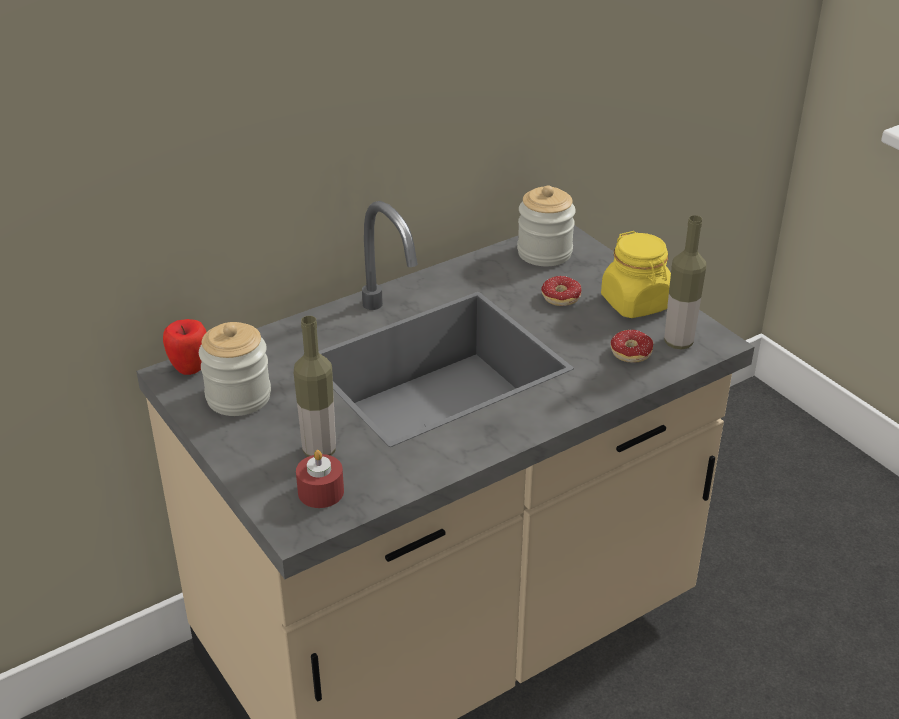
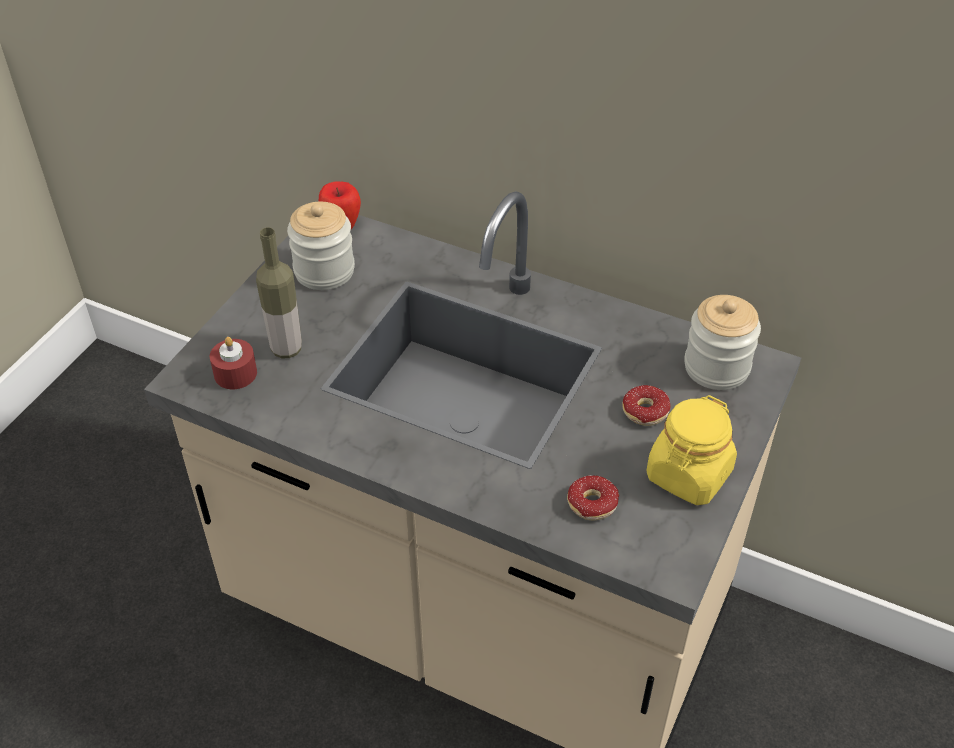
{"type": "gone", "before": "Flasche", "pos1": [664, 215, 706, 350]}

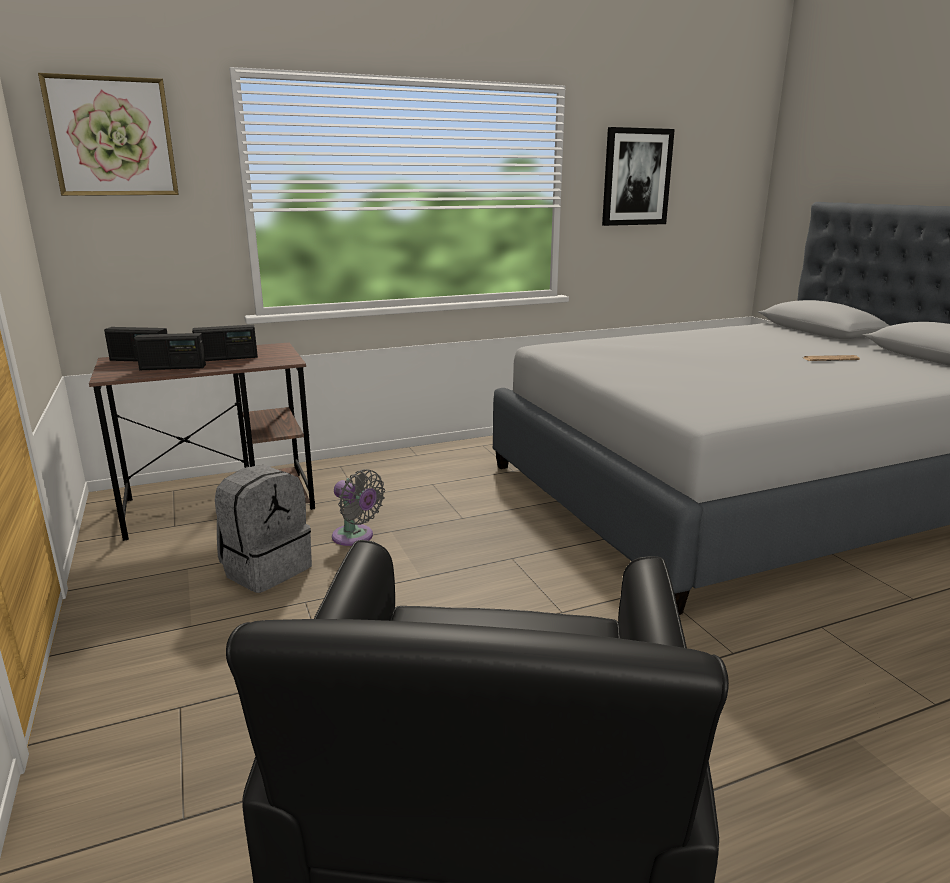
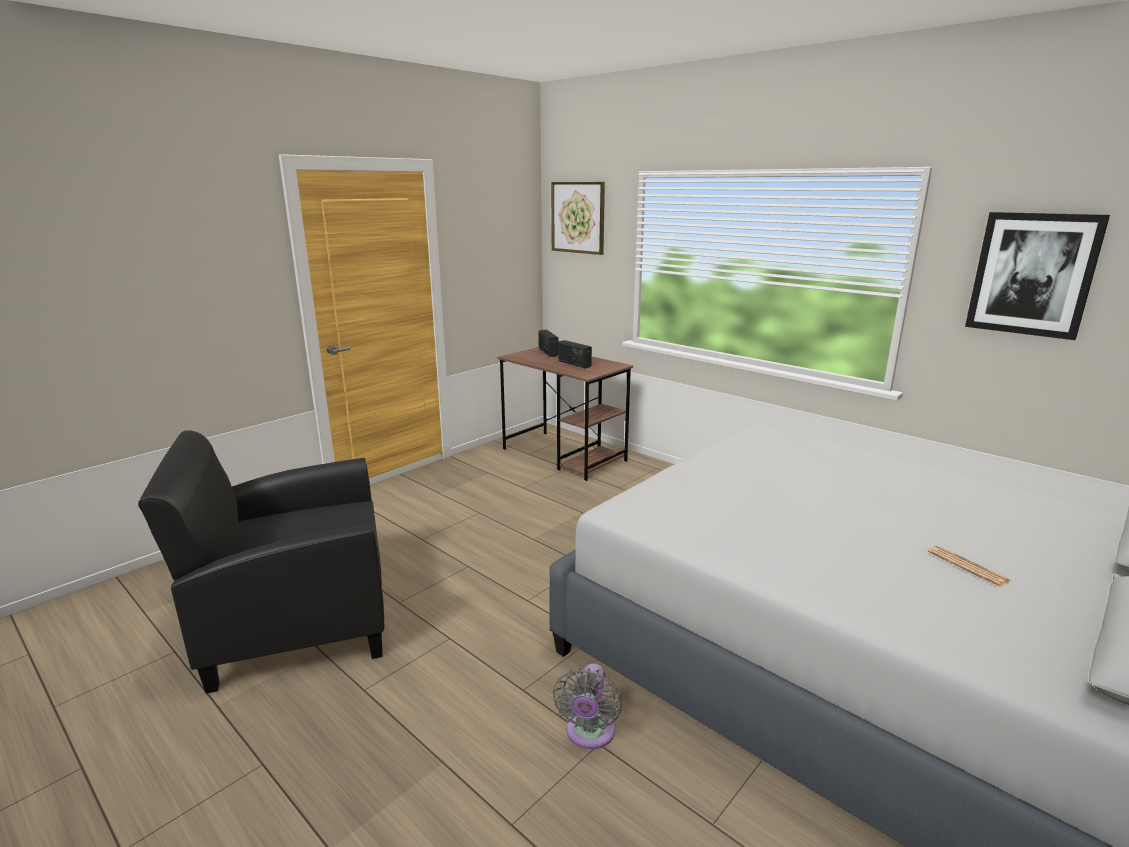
{"type": "gone", "before": "Radio", "pos1": [134, 333, 206, 370]}
{"type": "gone", "before": "Rucksack/grau", "pos1": [215, 465, 312, 593]}
{"type": "shifted", "before": "Ventilator/grau", "pos1": [332, 469, 385, 546], "pos2": [553, 663, 622, 749]}

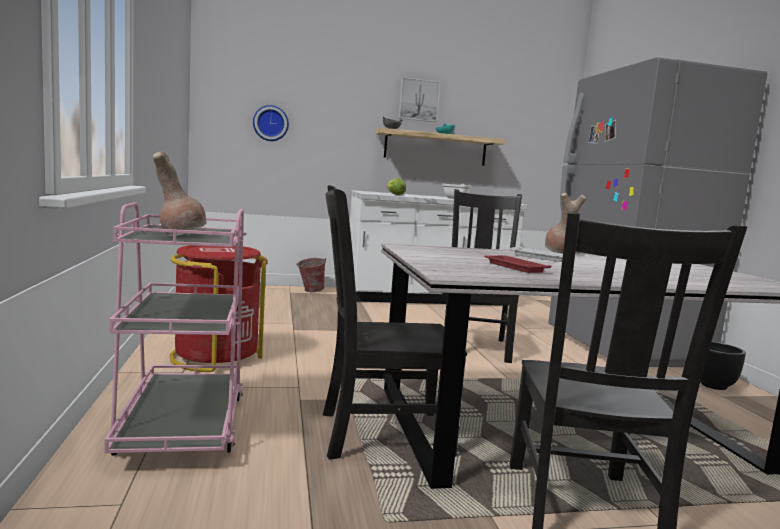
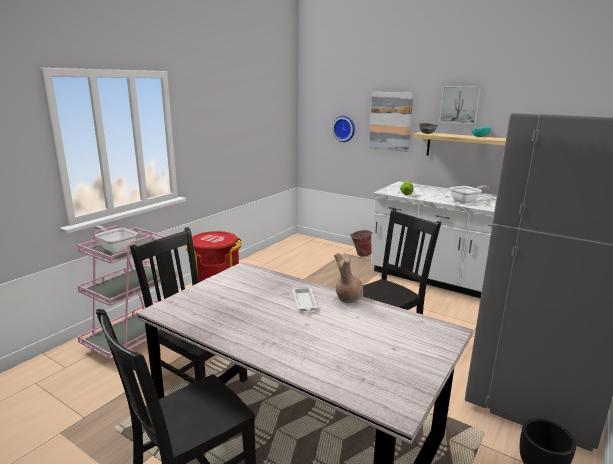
{"type": "swapped", "before": "Vase/braun", "after": "Pfanne", "pos1": [153, 151, 207, 236], "pos2": [94, 226, 137, 253]}
{"type": "gone", "before": "Tablett/rot", "pos1": [484, 255, 552, 273]}
{"type": "new", "after": "Bild", "pos2": [369, 92, 413, 152]}

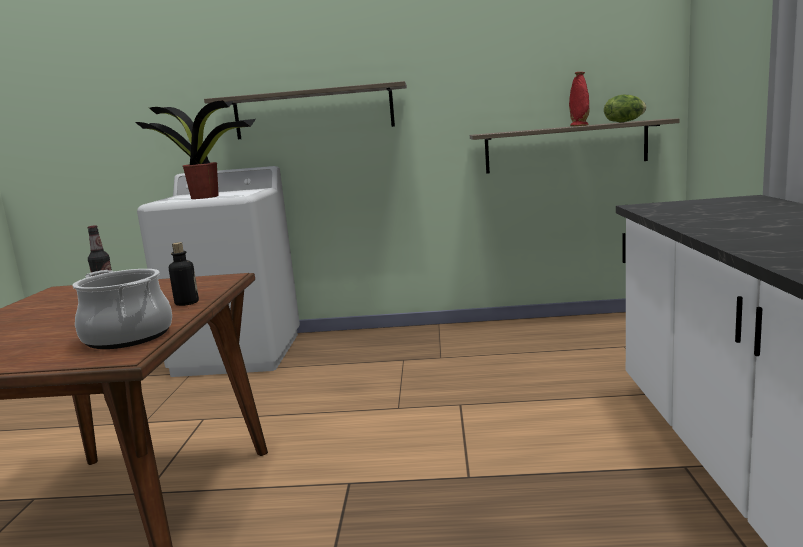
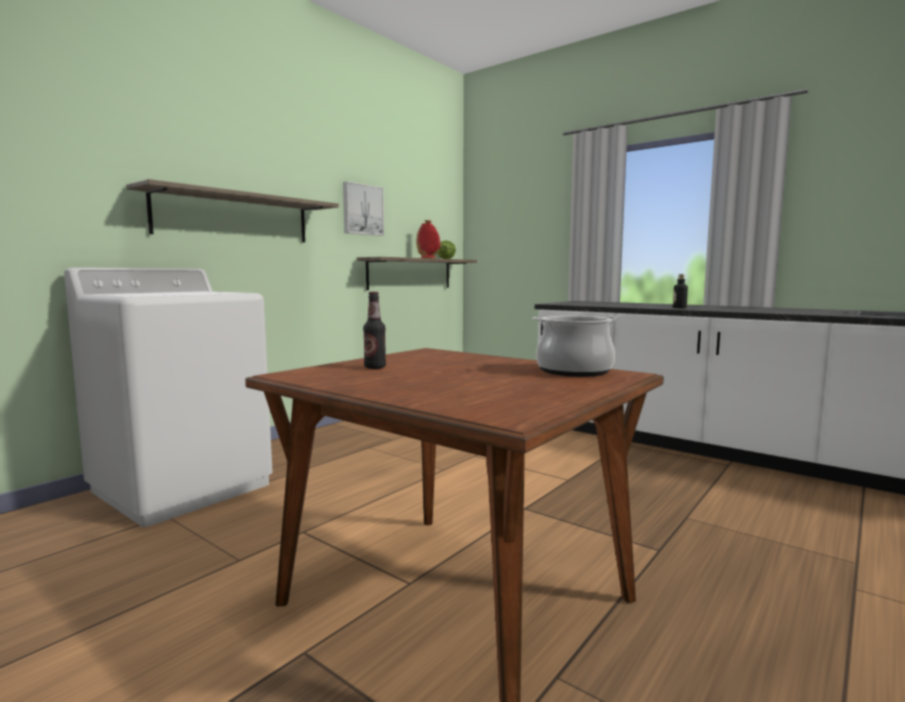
{"type": "gone", "before": "Topfpflanze", "pos1": [135, 100, 256, 199]}
{"type": "shifted", "before": "Flasche", "pos1": [169, 242, 199, 306], "pos2": [673, 274, 688, 308]}
{"type": "new", "after": "Bild", "pos2": [343, 181, 384, 236]}

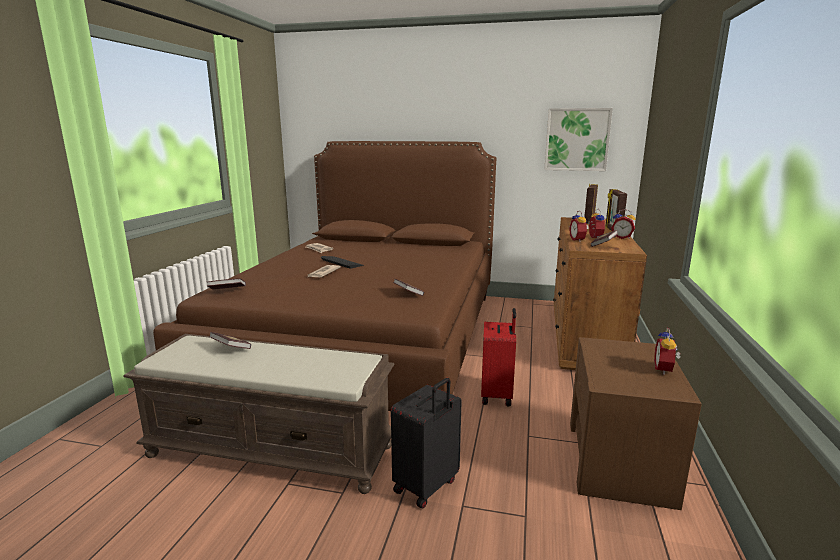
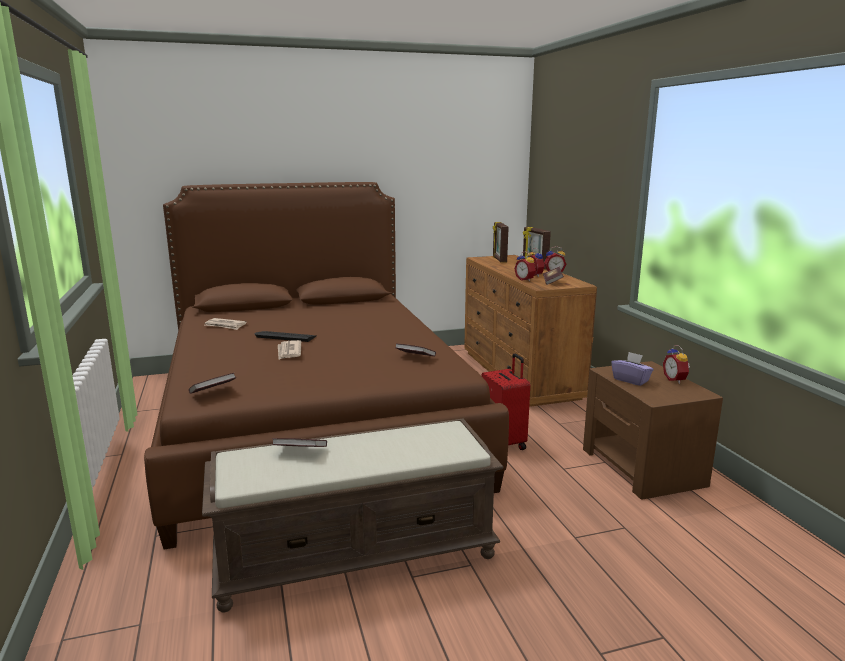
{"type": "gone", "before": "Bild", "pos1": [544, 108, 613, 171]}
{"type": "gone", "before": "Koffer/schwarz", "pos1": [391, 378, 462, 509]}
{"type": "new", "after": "Taschentuchbox/lila", "pos2": [611, 352, 654, 386]}

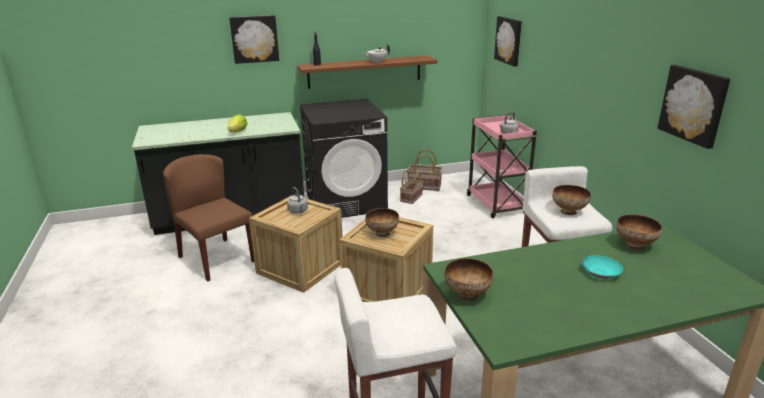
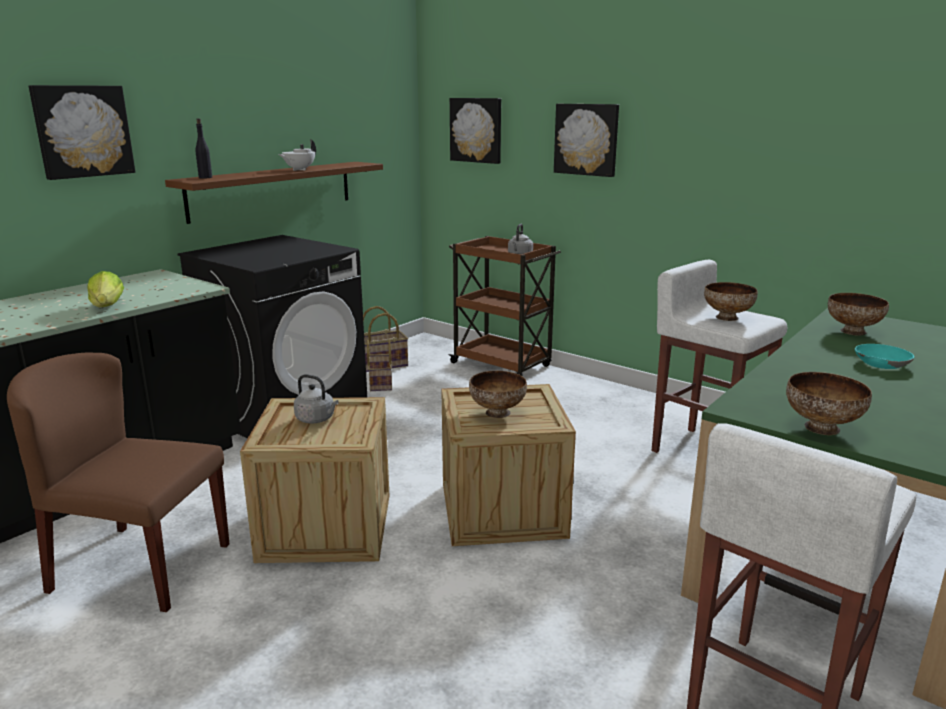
{"type": "shifted", "before": "Bild", "pos1": [657, 65, 730, 149], "pos2": [554, 104, 619, 177]}
{"type": "repainted", "before": "Rollwagen/rosa", "after": "Rollwagen/braun", "pos1": [466, 115, 537, 218], "pos2": [448, 236, 561, 376]}

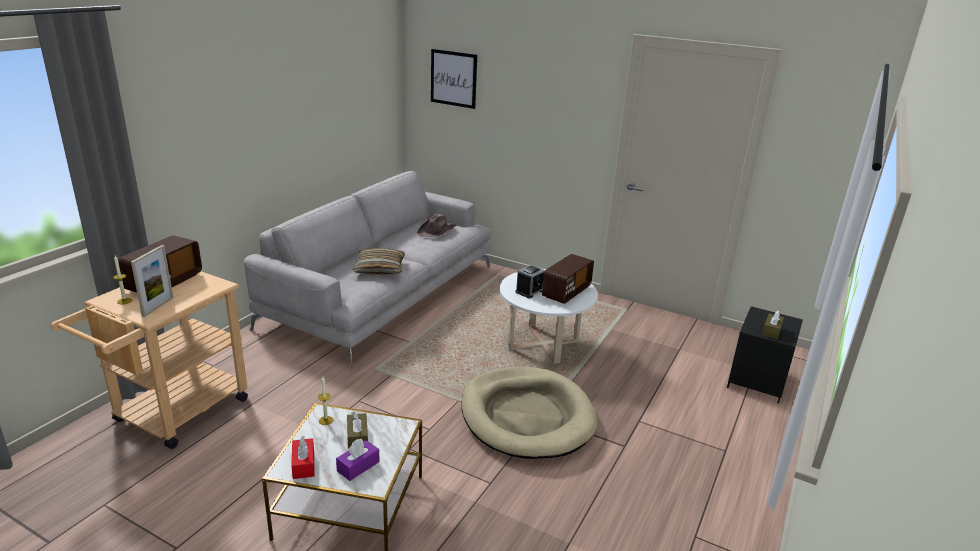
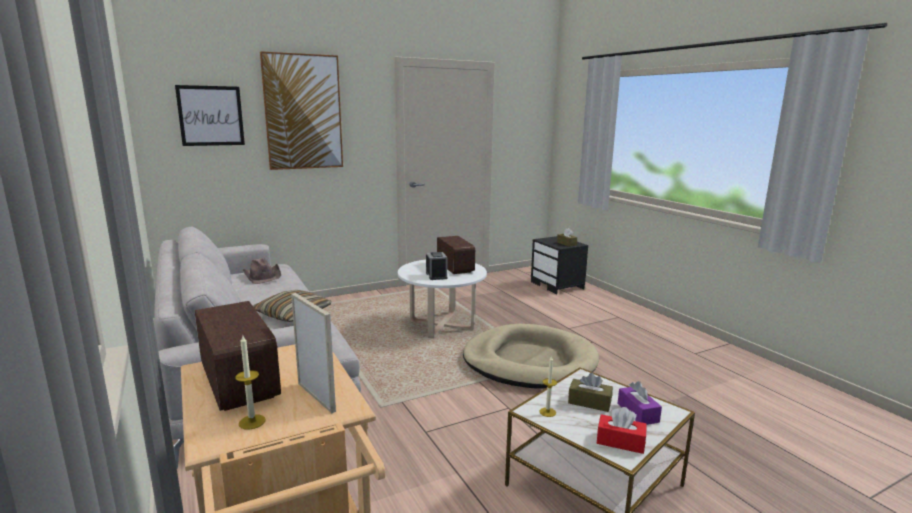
{"type": "new", "after": "Bild", "pos2": [260, 51, 343, 170]}

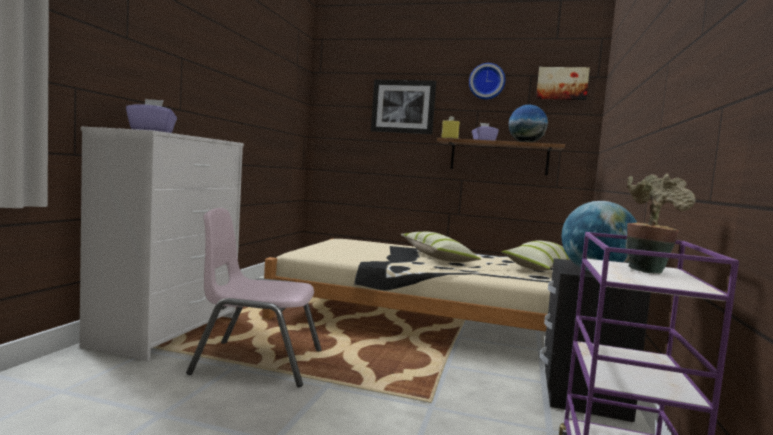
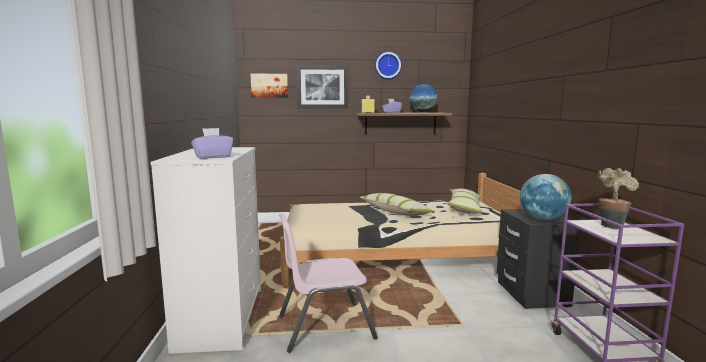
{"type": "shifted", "before": "Bild", "pos1": [536, 67, 590, 100], "pos2": [251, 74, 288, 98]}

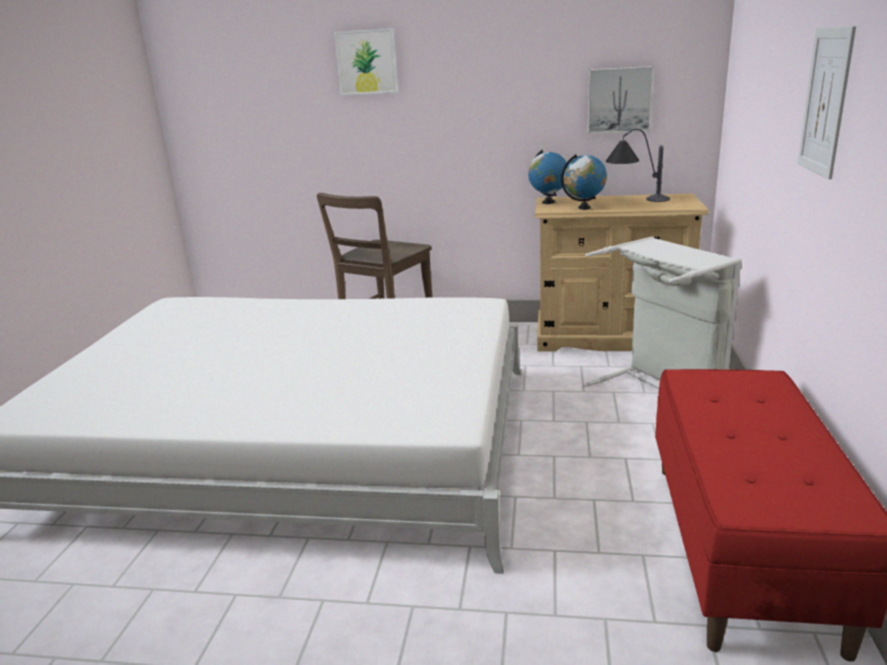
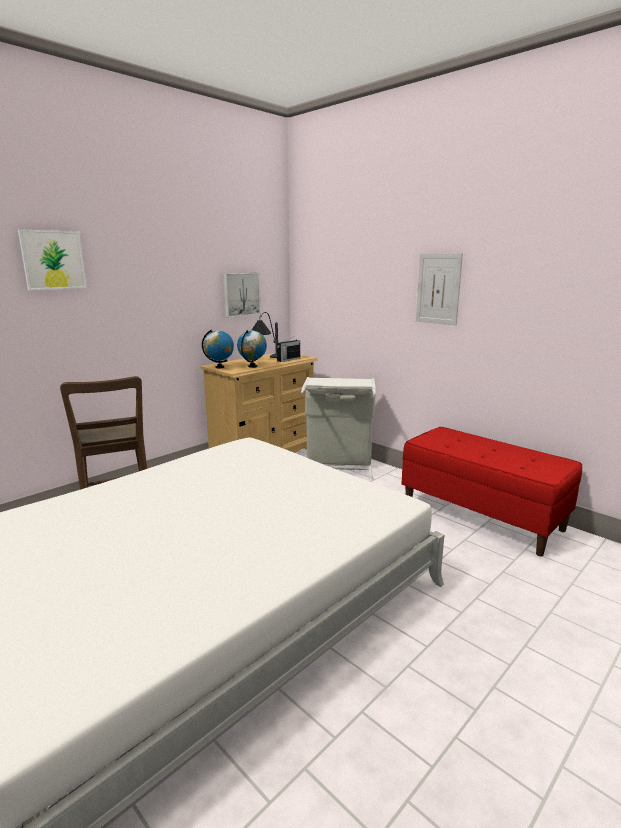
{"type": "new", "after": "Radio", "pos2": [277, 339, 300, 362]}

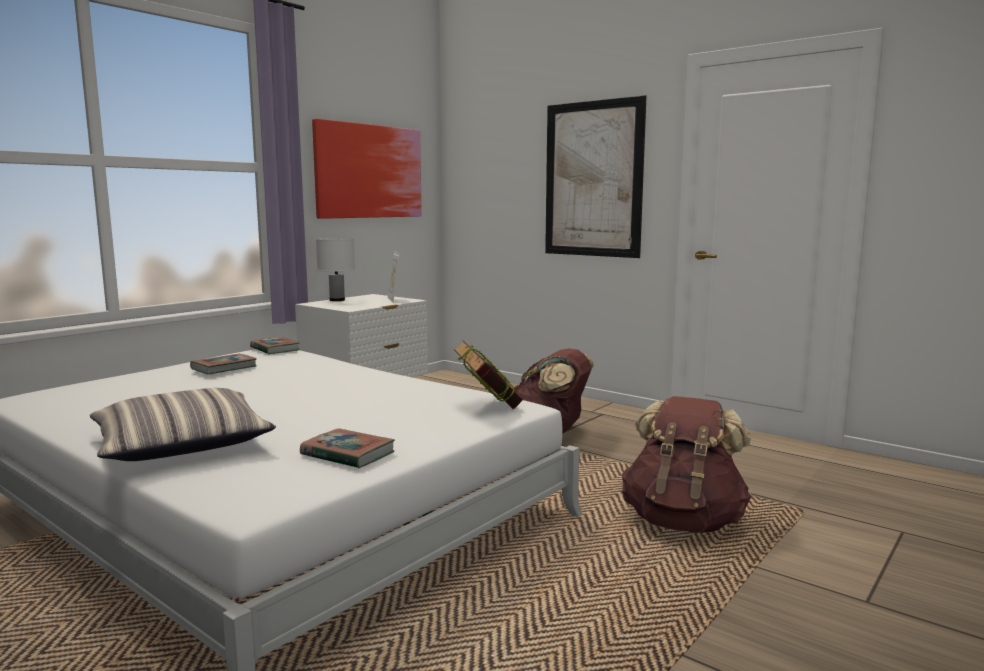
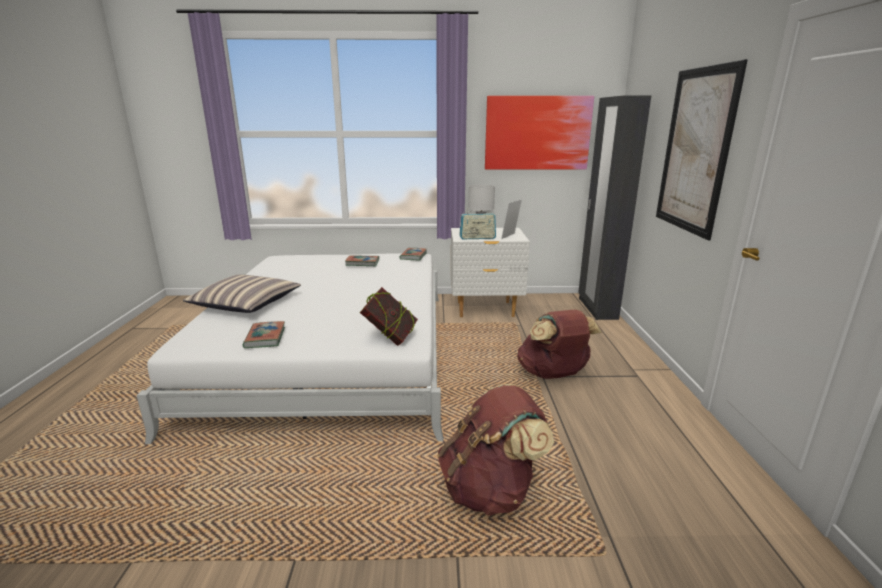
{"type": "new", "after": "Kleiderschrank/schwarz", "pos2": [578, 95, 651, 320]}
{"type": "new", "after": "Radio", "pos2": [459, 208, 496, 239]}

